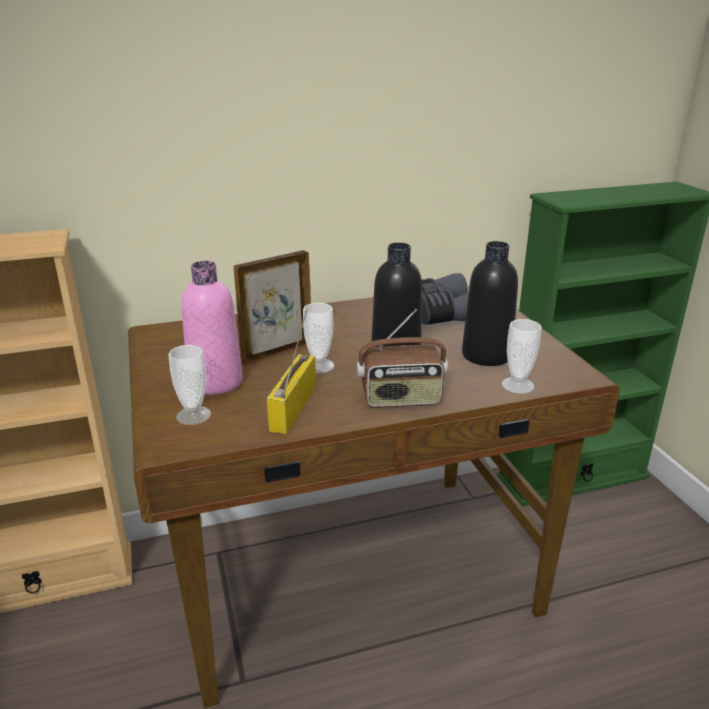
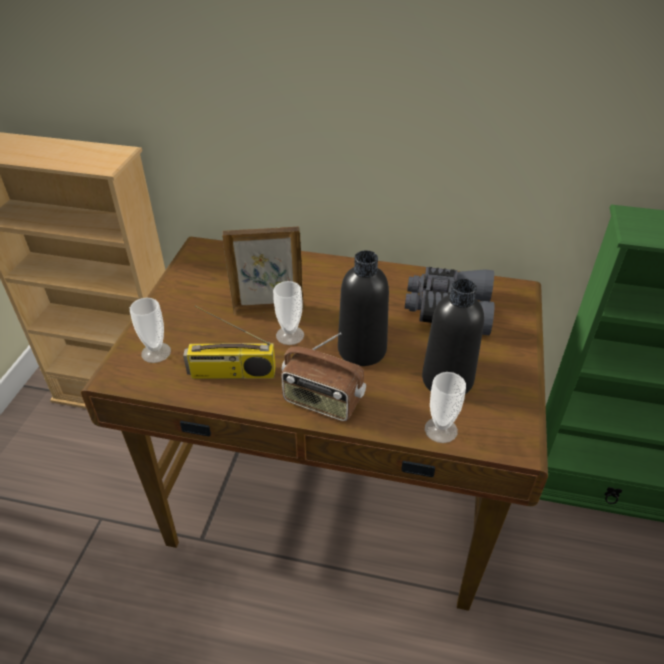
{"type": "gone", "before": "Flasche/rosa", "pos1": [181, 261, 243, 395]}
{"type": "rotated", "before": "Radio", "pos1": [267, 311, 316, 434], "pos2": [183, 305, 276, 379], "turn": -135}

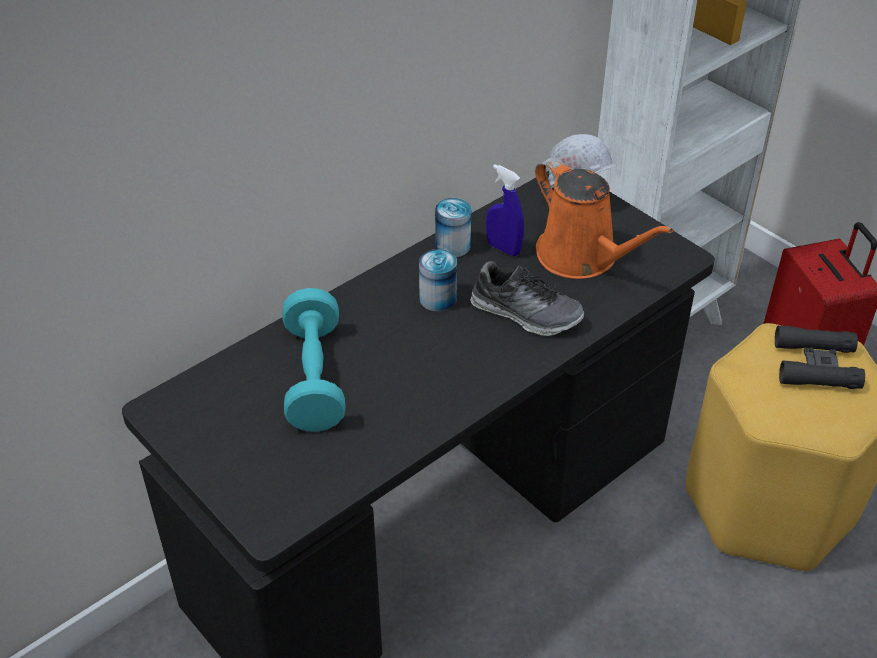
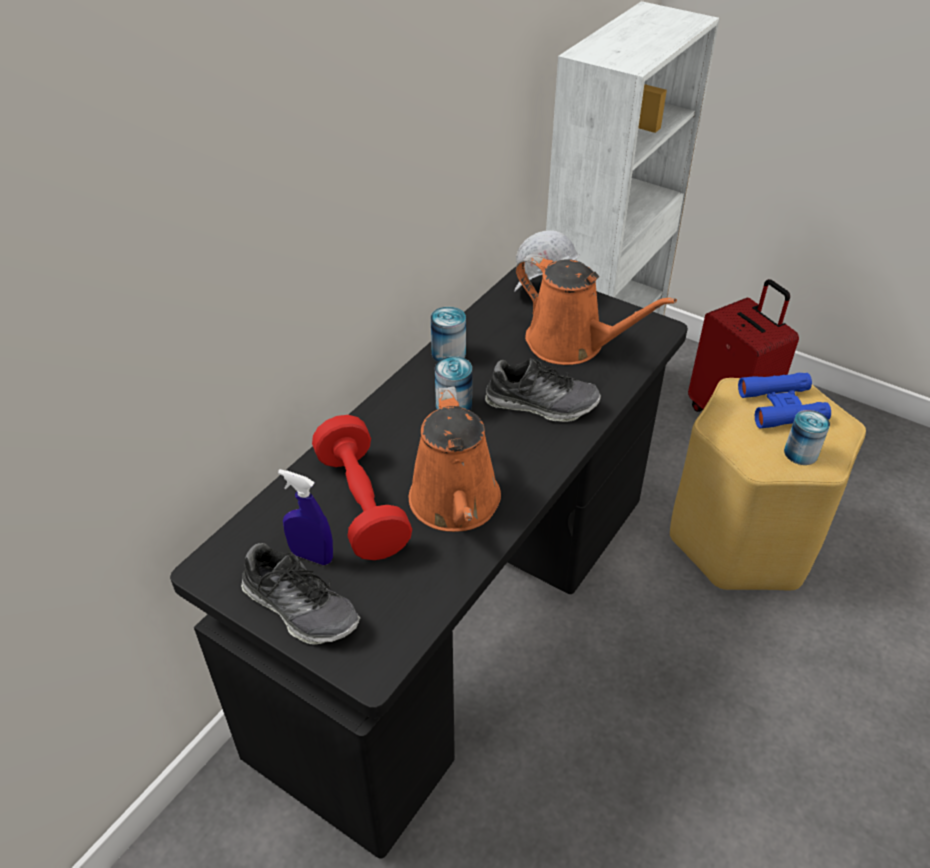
{"type": "shifted", "before": "Sprühflasche/blau", "pos1": [486, 164, 524, 256], "pos2": [278, 469, 333, 565]}
{"type": "repainted", "before": "Hantel/türkis", "after": "Hantel/rot", "pos1": [282, 288, 346, 432], "pos2": [312, 415, 412, 560]}
{"type": "repainted", "before": "Fernglas/schwarz", "after": "Fernglas/blau", "pos1": [775, 325, 865, 389], "pos2": [738, 373, 831, 429]}
{"type": "new", "after": "Gießkanne/orange", "pos2": [409, 386, 501, 532]}
{"type": "new", "after": "Dose", "pos2": [784, 410, 830, 465]}
{"type": "new", "after": "Schuh", "pos2": [241, 543, 361, 645]}

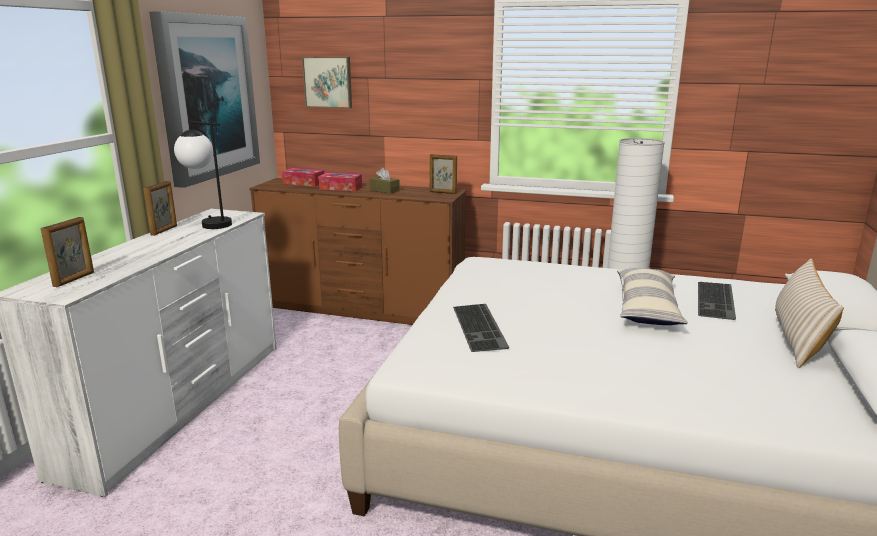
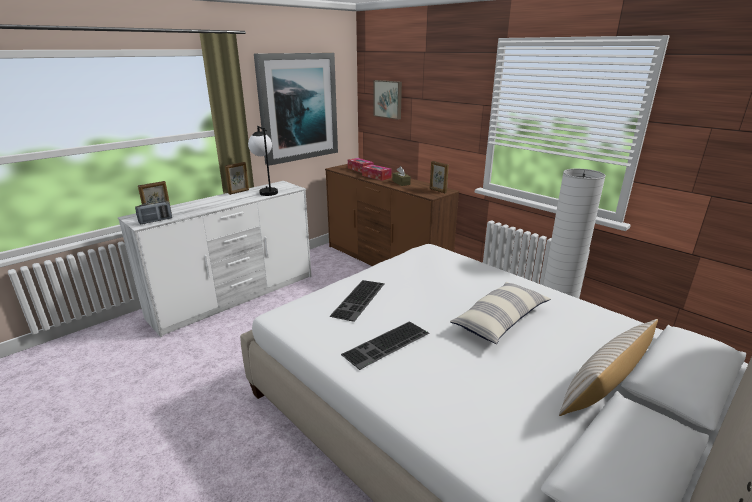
{"type": "shifted", "before": "Tastatur", "pos1": [698, 282, 736, 320], "pos2": [341, 321, 429, 370]}
{"type": "new", "after": "Radio", "pos2": [135, 201, 172, 224]}

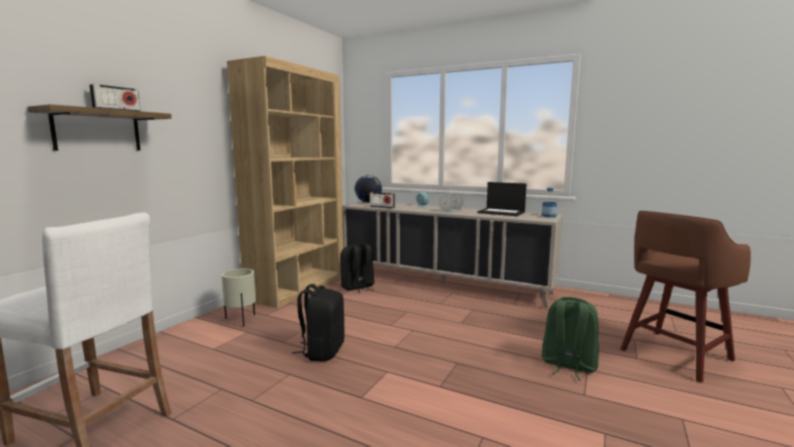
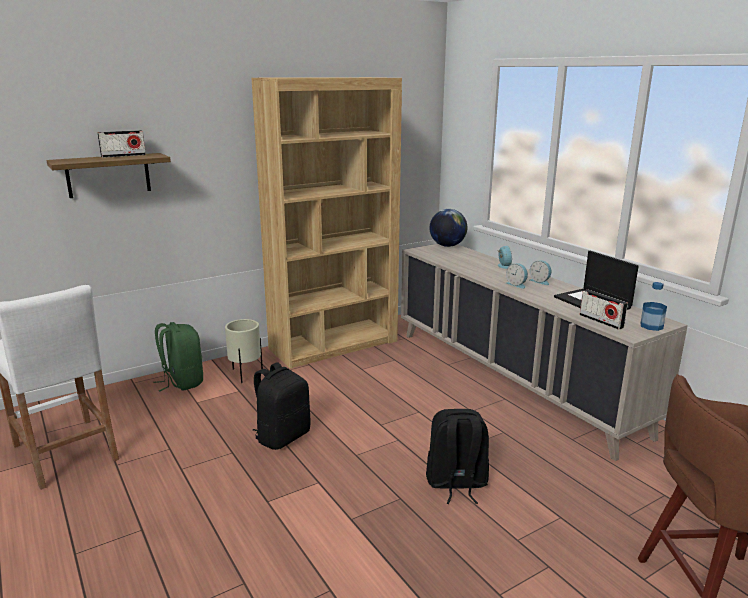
{"type": "shifted", "before": "Radio", "pos1": [370, 192, 395, 209], "pos2": [580, 290, 628, 330]}
{"type": "shifted", "before": "Rucksack/schwarz", "pos1": [340, 243, 375, 293], "pos2": [426, 409, 489, 504]}
{"type": "shifted", "before": "Rucksack/grün", "pos1": [542, 297, 599, 381], "pos2": [153, 322, 203, 392]}

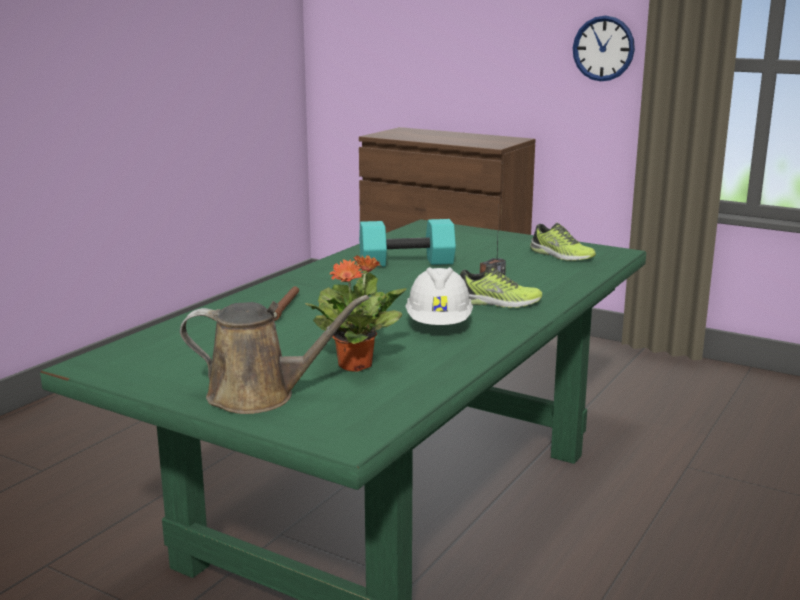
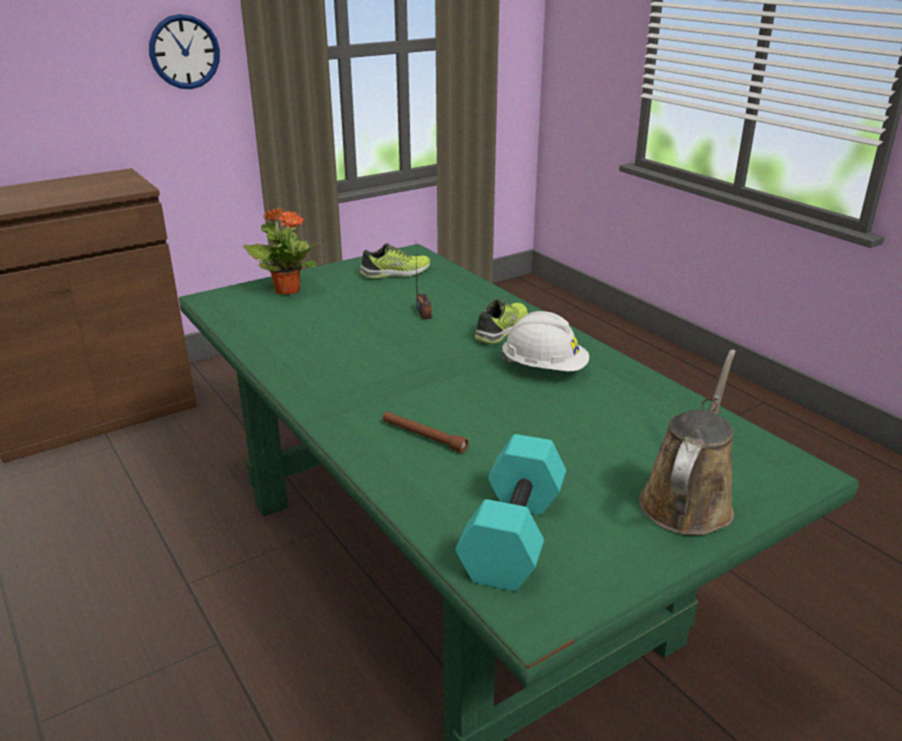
{"type": "shifted", "before": "Hantel/türkis", "pos1": [359, 219, 456, 267], "pos2": [455, 434, 566, 591]}
{"type": "shifted", "before": "Topfpflanze", "pos1": [305, 255, 407, 372], "pos2": [243, 208, 319, 295]}

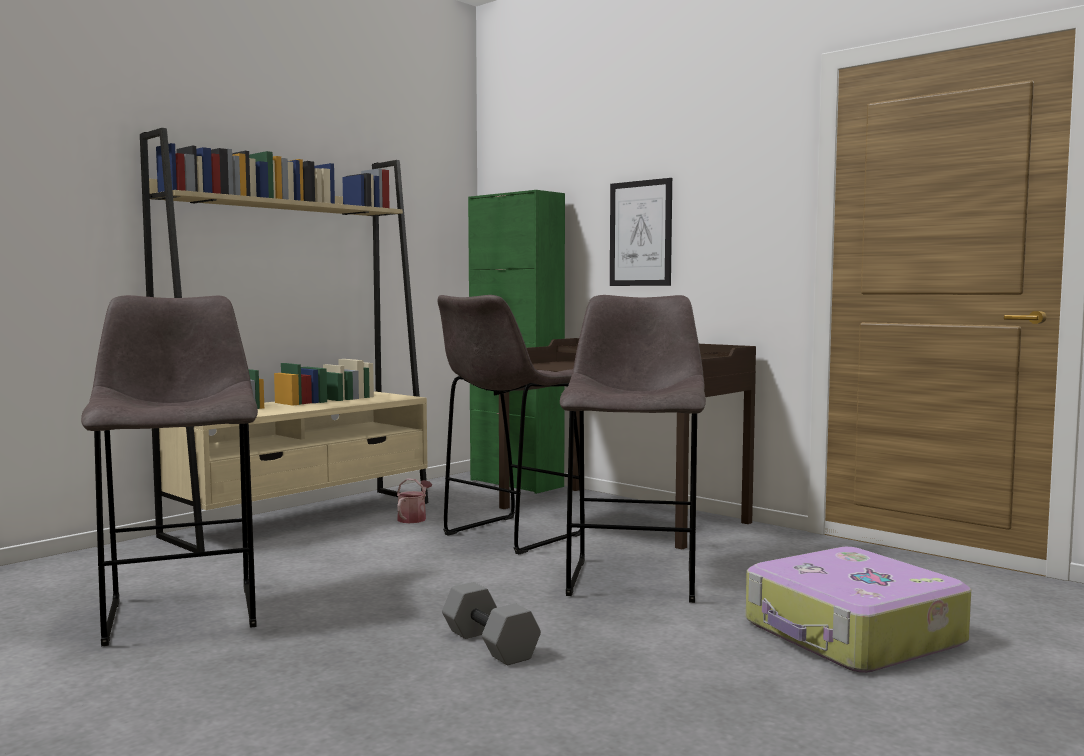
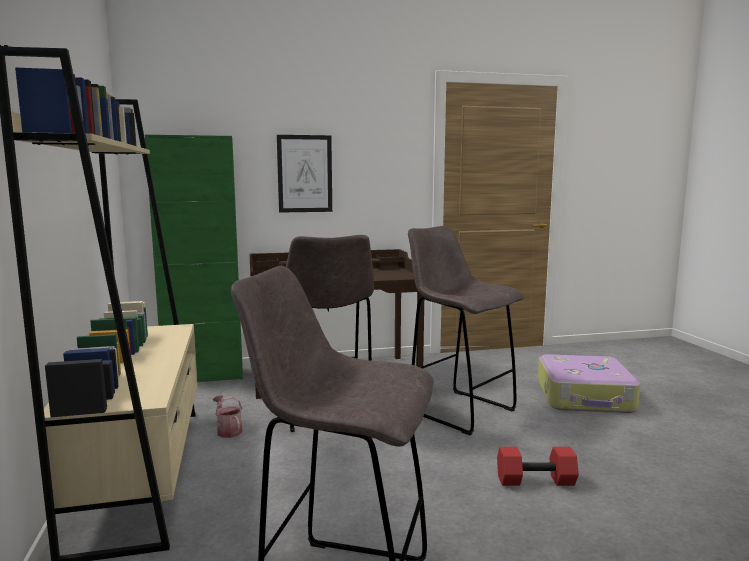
{"type": "repainted", "before": "Hantel/grau", "after": "Hantel/rot", "pos1": [442, 582, 541, 665], "pos2": [497, 447, 579, 486]}

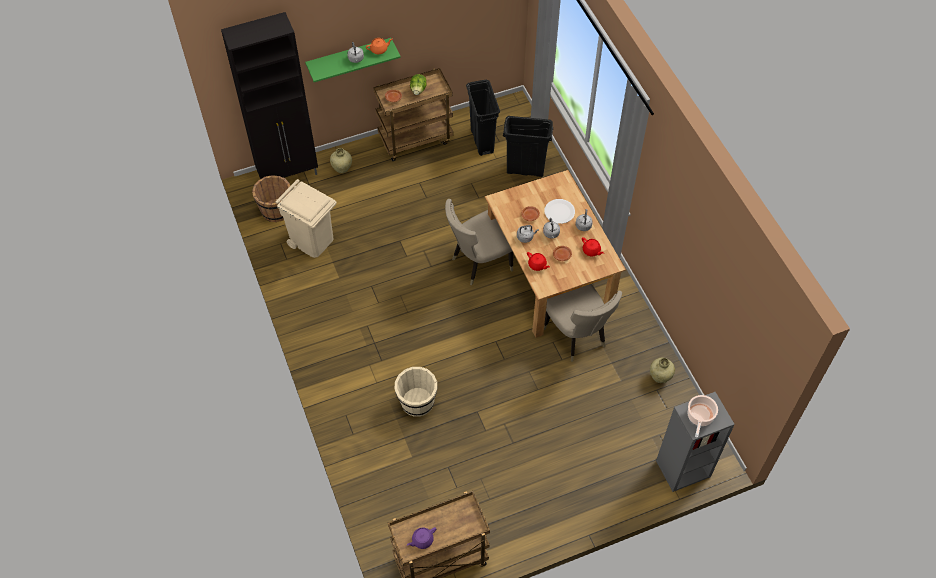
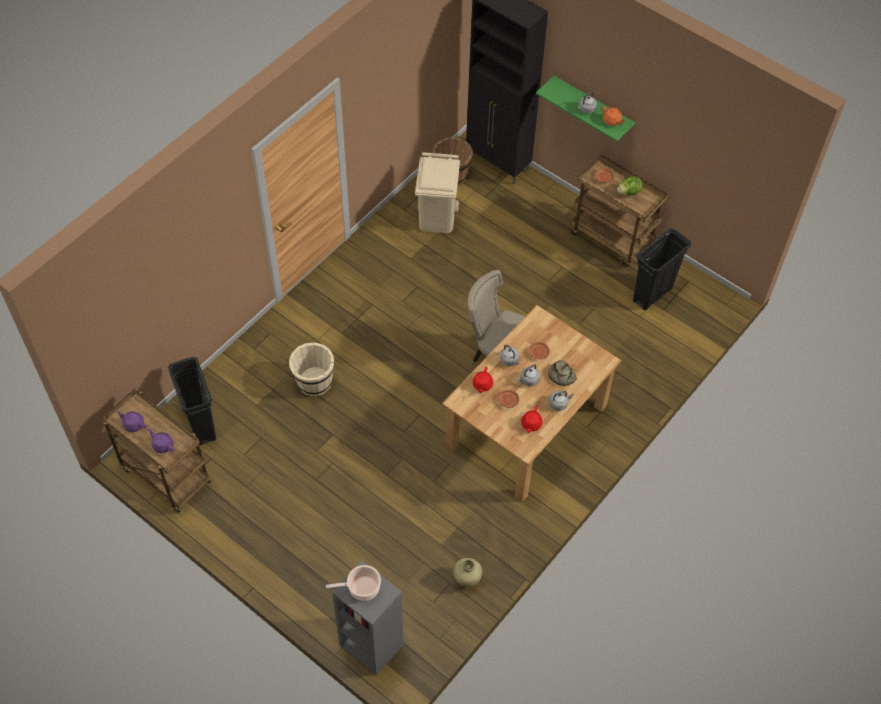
{"type": "shifted", "before": "Mülleimer/schwarz", "pos1": [503, 116, 553, 177], "pos2": [168, 357, 216, 445]}
{"type": "gone", "before": "Vase/beige", "pos1": [330, 148, 352, 173]}
{"type": "swapped", "before": "Teller/weiß", "after": "Brot", "pos1": [544, 199, 575, 224], "pos2": [548, 360, 577, 386]}
{"type": "gone", "before": "Stuhl/beige", "pos1": [544, 284, 622, 362]}
{"type": "new", "after": "Teekanne/lila", "pos2": [148, 429, 174, 453]}

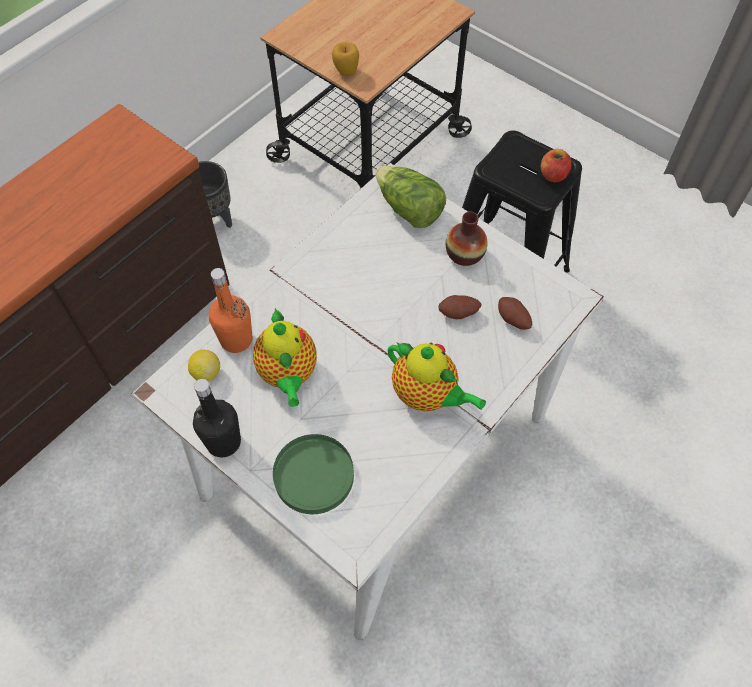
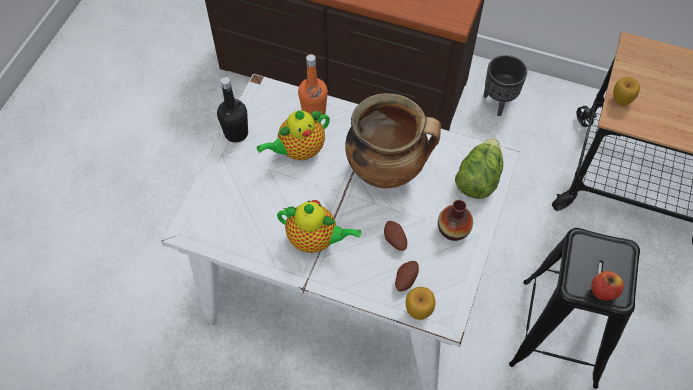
{"type": "rotated", "before": "Teekanne", "pos1": [388, 342, 486, 411], "pos2": [277, 200, 361, 253], "turn": -90}
{"type": "gone", "before": "Zitrone", "pos1": [188, 349, 220, 381]}
{"type": "gone", "before": "Teller/grün", "pos1": [273, 434, 354, 514]}
{"type": "new", "after": "Kochtopf", "pos2": [345, 93, 441, 189]}
{"type": "new", "after": "Apfel", "pos2": [405, 287, 436, 320]}

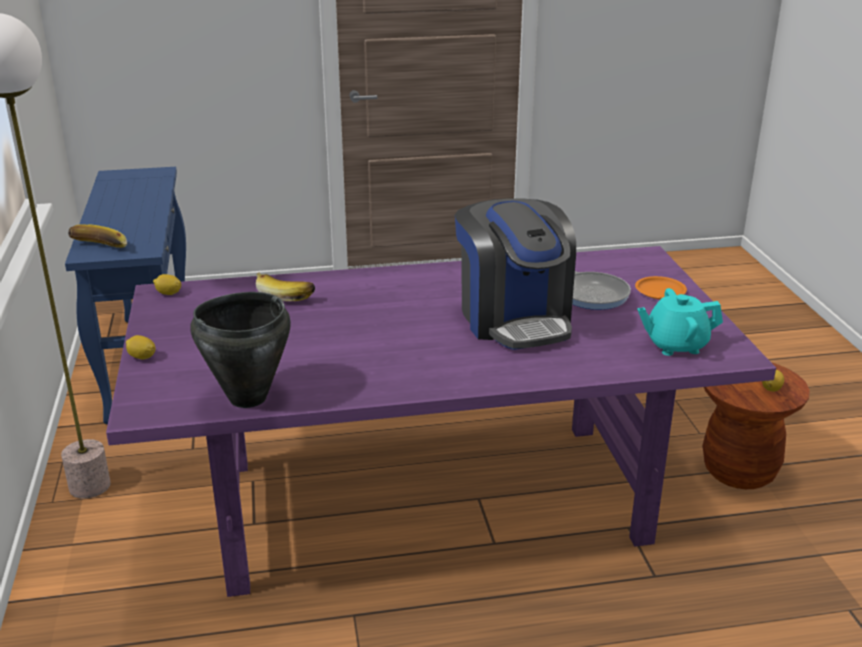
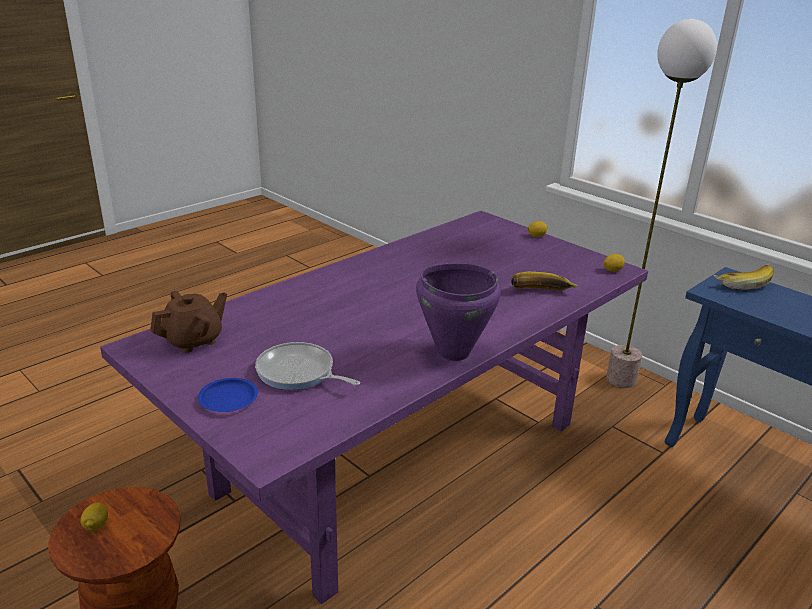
{"type": "gone", "before": "Kaffeemaschine", "pos1": [455, 198, 576, 350]}
{"type": "repainted", "before": "Teller/orange", "after": "Teller/blau", "pos1": [635, 276, 687, 299], "pos2": [198, 378, 258, 412]}
{"type": "repainted", "before": "Teekanne/türkis", "after": "Teekanne/braun", "pos1": [637, 288, 723, 356], "pos2": [150, 291, 227, 353]}
{"type": "gone", "before": "Kochtopf/schwarz", "pos1": [190, 292, 291, 408]}
{"type": "new", "after": "Kochtopf/lila", "pos2": [416, 263, 501, 361]}

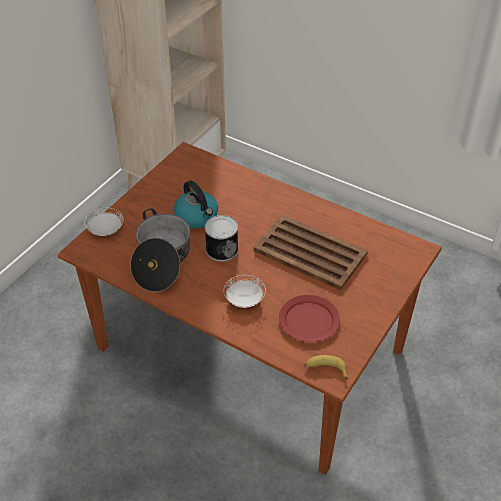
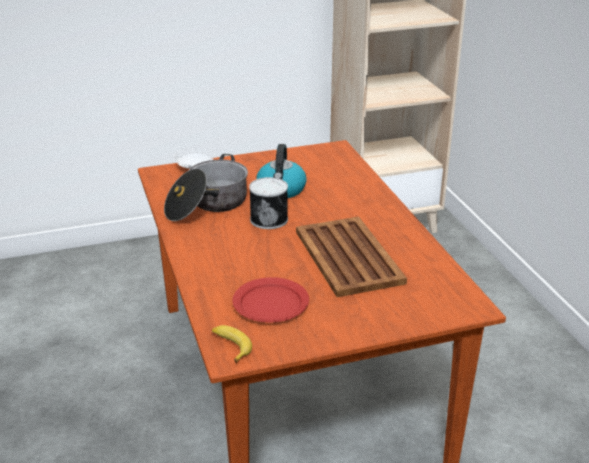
{"type": "gone", "before": "Teller/weiß", "pos1": [224, 275, 266, 308]}

